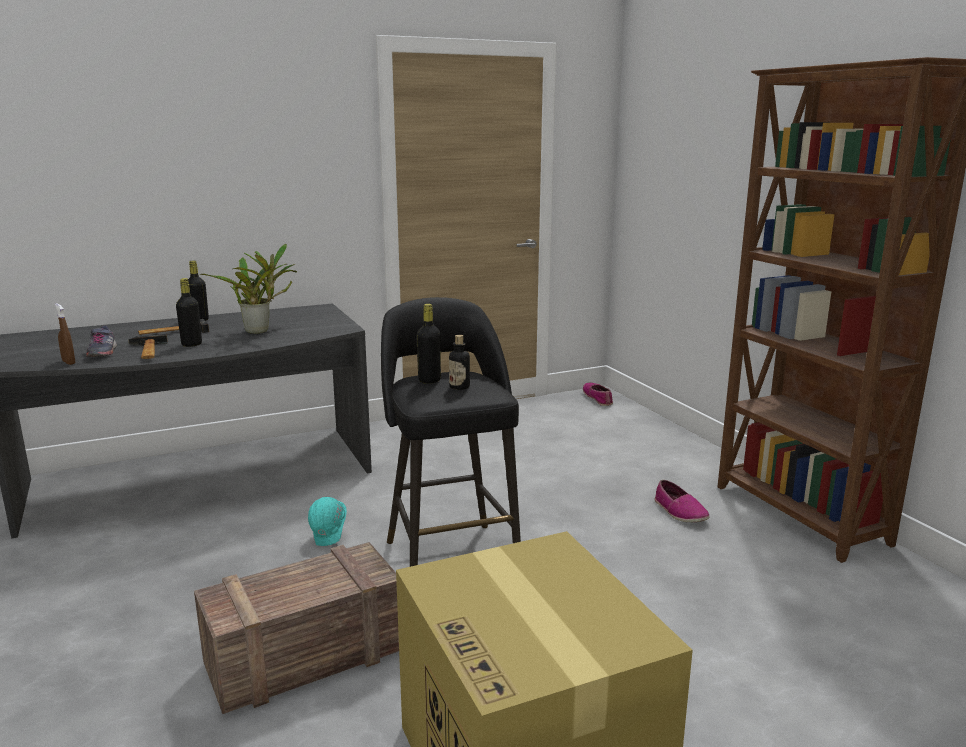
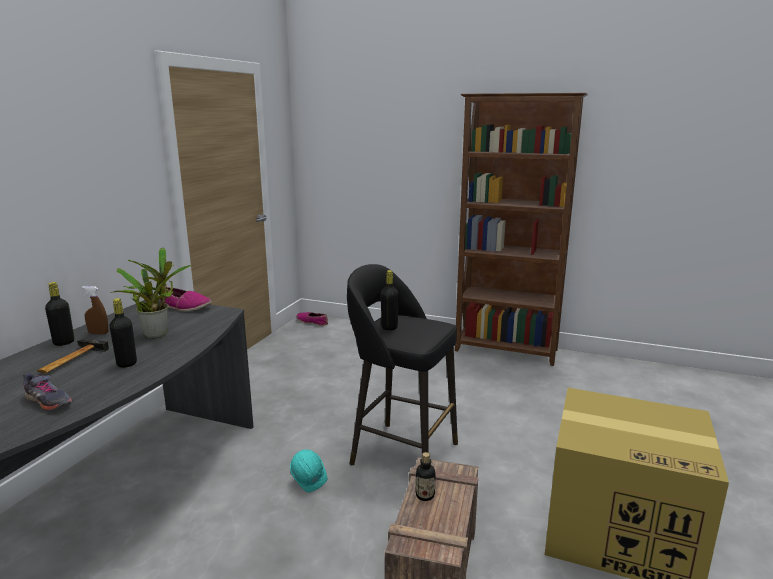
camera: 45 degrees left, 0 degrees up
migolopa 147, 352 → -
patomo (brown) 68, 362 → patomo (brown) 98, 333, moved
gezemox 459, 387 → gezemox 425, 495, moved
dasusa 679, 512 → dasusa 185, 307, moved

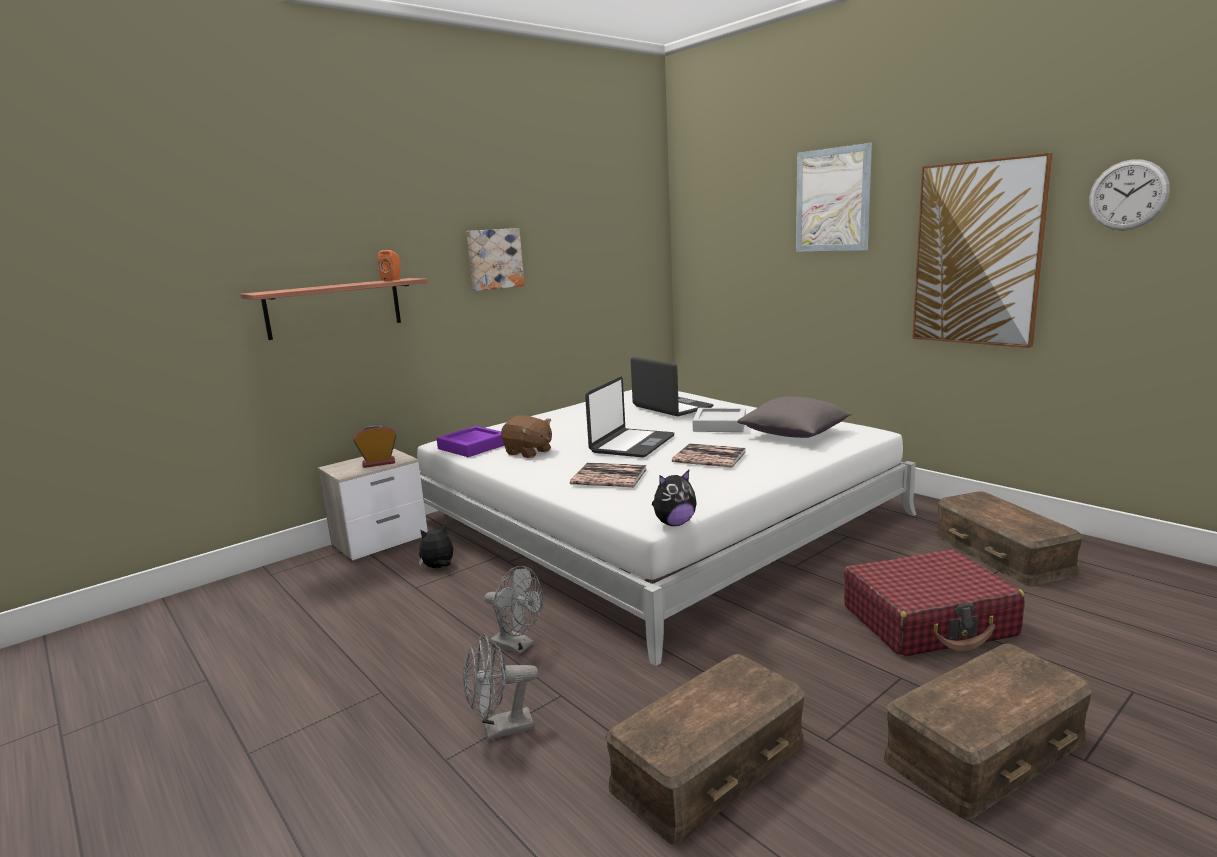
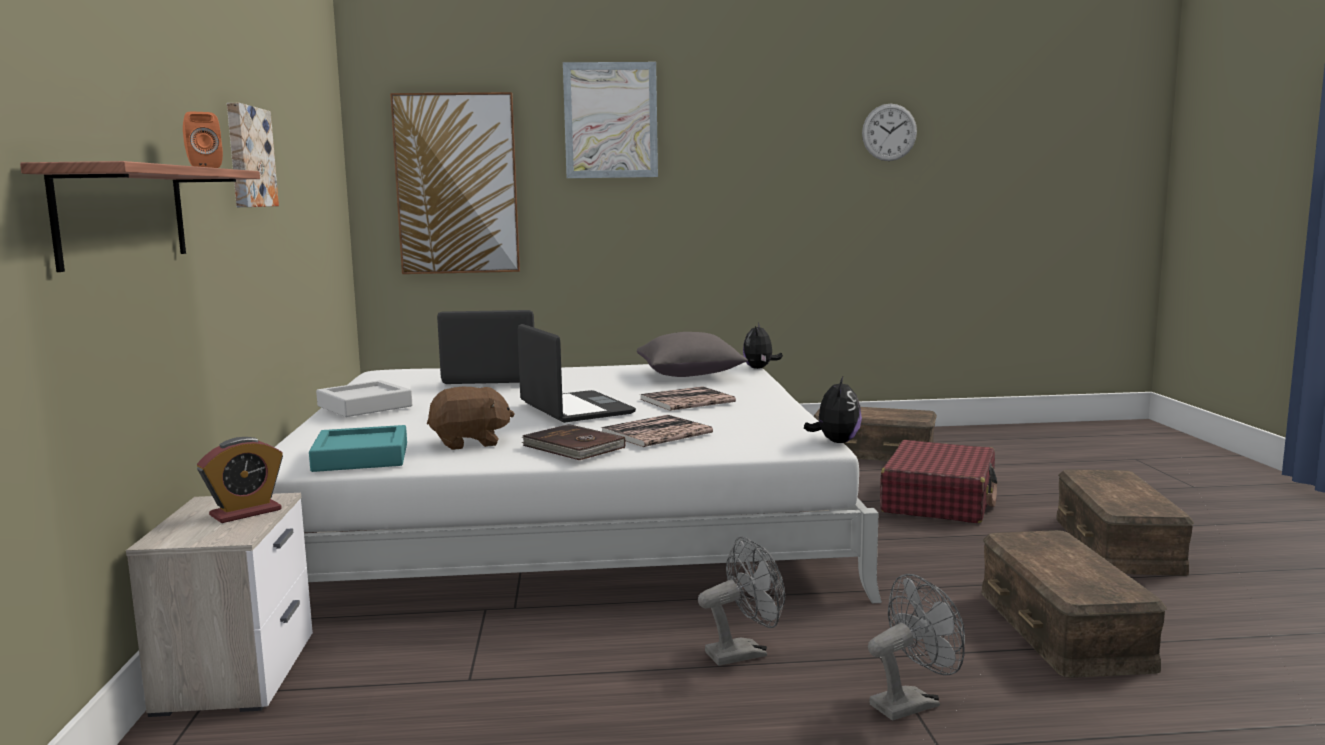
camera: 55 degrees left, 5 degrees down
- → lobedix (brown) 573, 447
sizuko 438, 567 → sizuko 760, 368, moved
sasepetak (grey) 720, 425 → sasepetak (grey) 364, 406, moved
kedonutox 977, 254 → kedonutox 457, 184, moved
sasepetak (purple) 473, 446 → sasepetak (turquoise) 361, 457
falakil 379, 463 → falakil 245, 513, 150 degrees counterclockwise
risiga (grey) 500, 729 → risiga (grey) 912, 703, 135 degrees counterclockwise

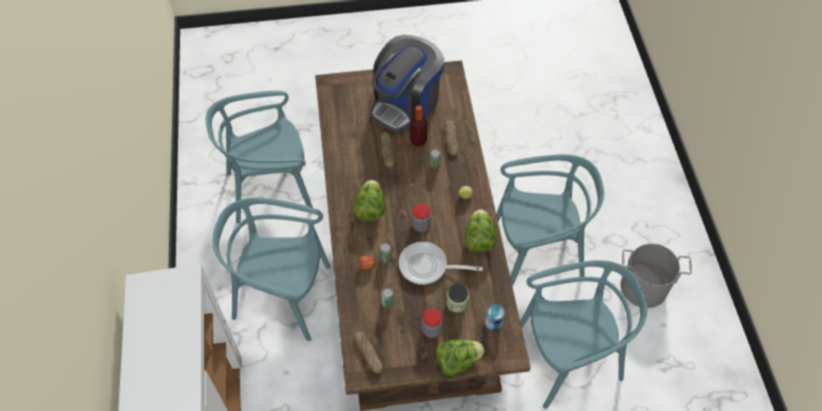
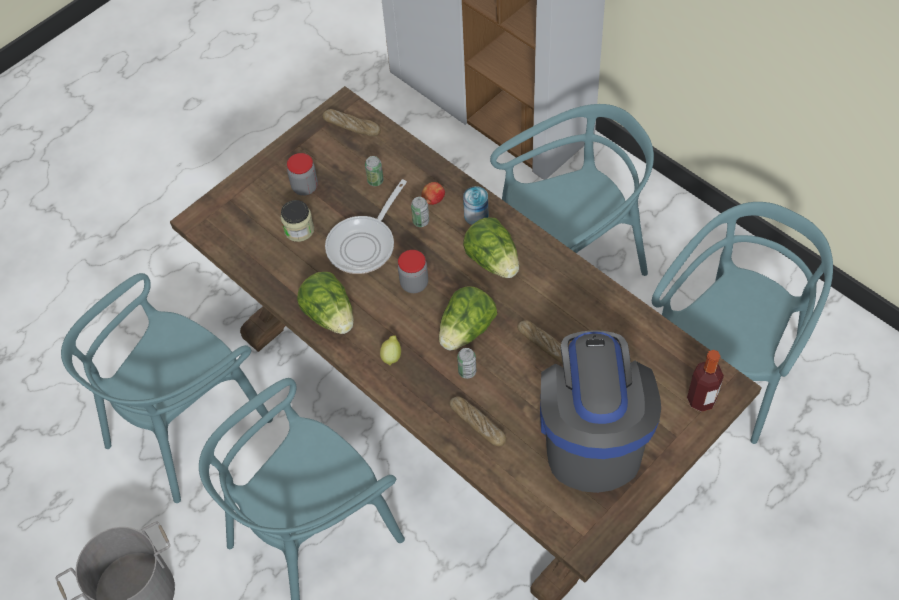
camera: 145 degrees right, 0 degrees up
gezemox 418, 141 → gezemox 701, 400, moved
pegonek 457, 361 → pegonek 466, 331, moved
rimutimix 493, 322 → rimutimix 476, 216, moved
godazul 427, 266 → godazul 365, 244, 150 degrees clockwise

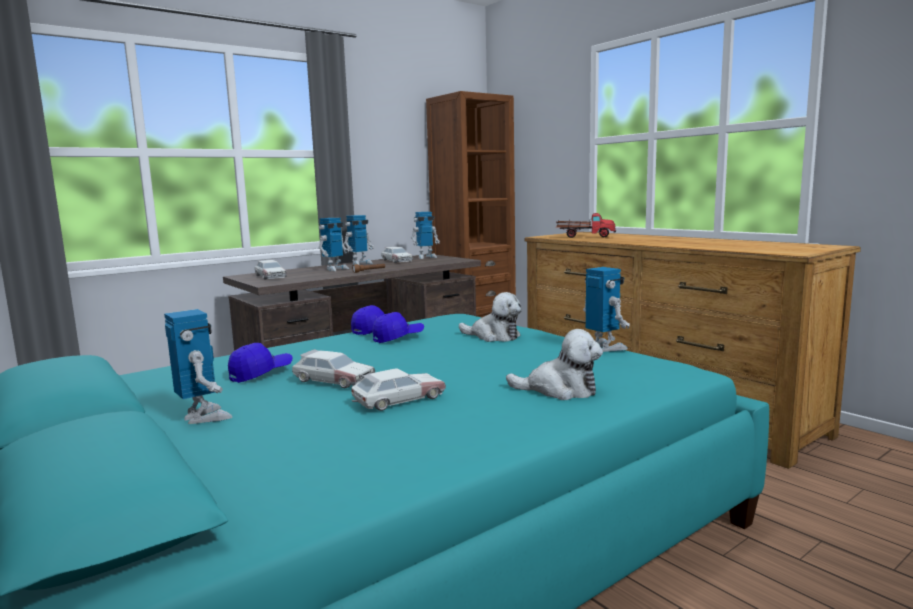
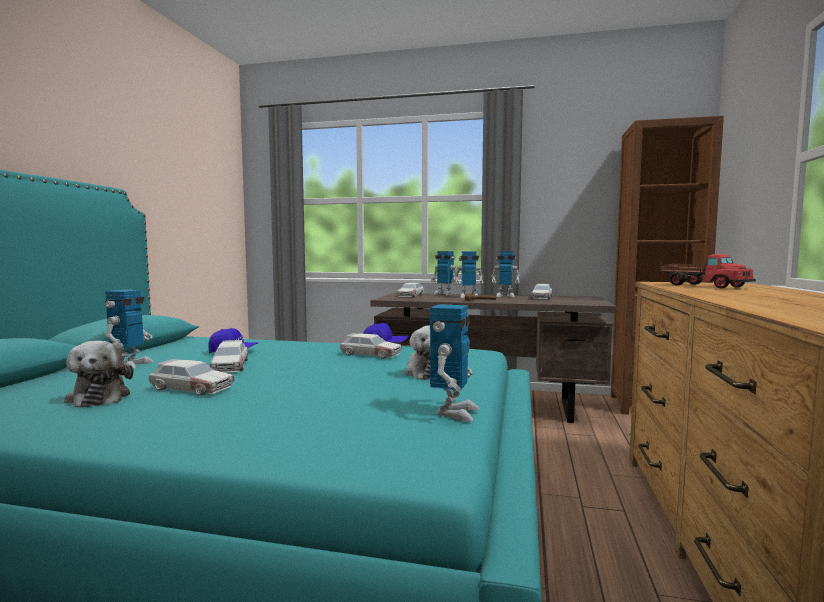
camera: 50 degrees right, 5 degrees down
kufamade 426, 257 → kufamade 444, 294, moved
sizuko 560, 390 → sizuko 99, 397, moved
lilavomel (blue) 398, 338 → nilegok 370, 354

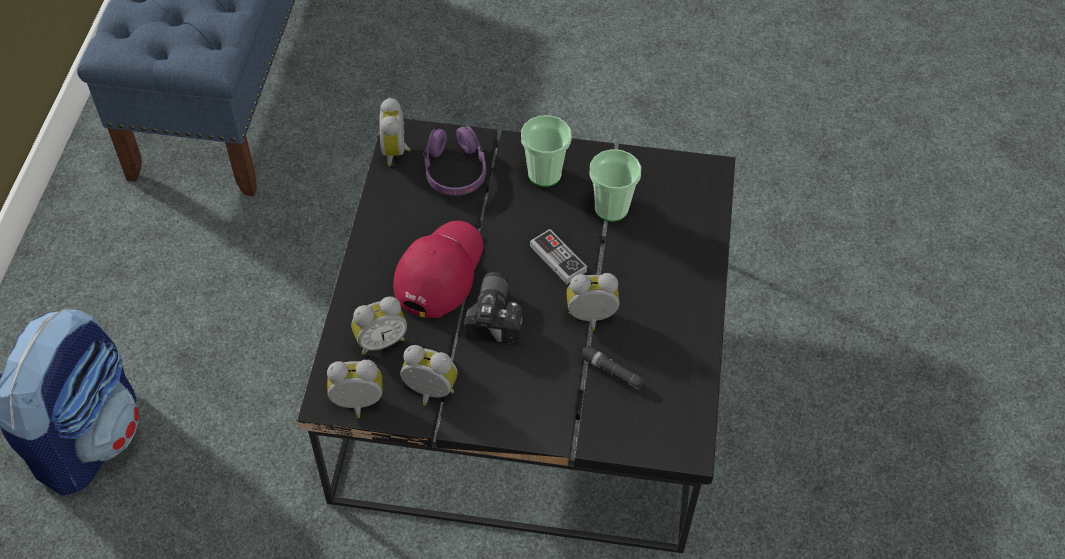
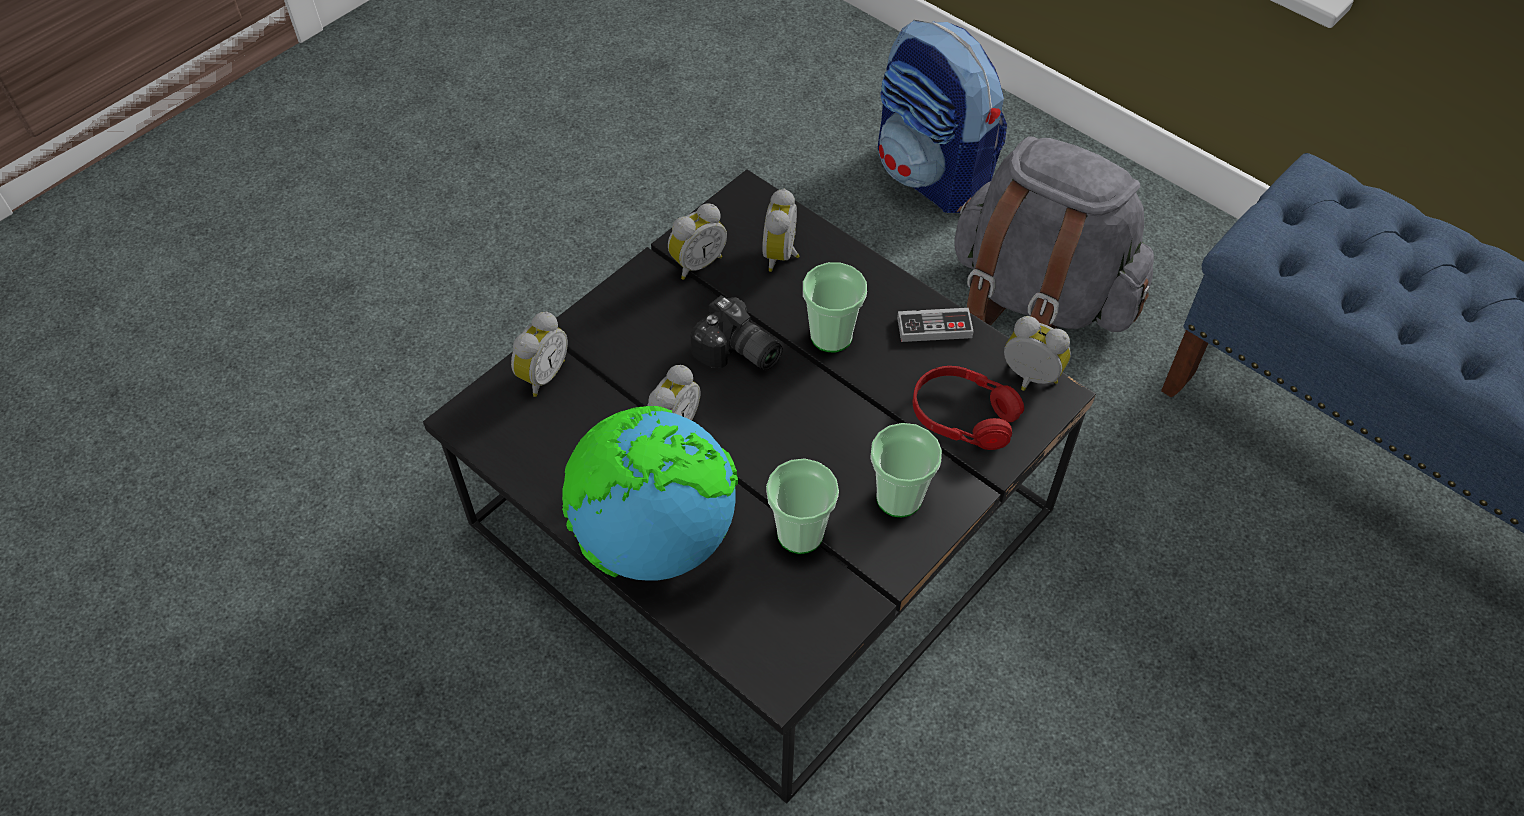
camera: 125 degrees right, 0 degrees up
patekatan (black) 611, 371 → -
- → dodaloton 654, 538
- → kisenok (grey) 1037, 299
falakil 358, 405 → falakil 541, 375, moved
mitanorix 558, 258 → mitanorix 934, 328, moved
lilavomel (red) 439, 271 → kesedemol 831, 336
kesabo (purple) 455, 170 → kesabo (red) 963, 416

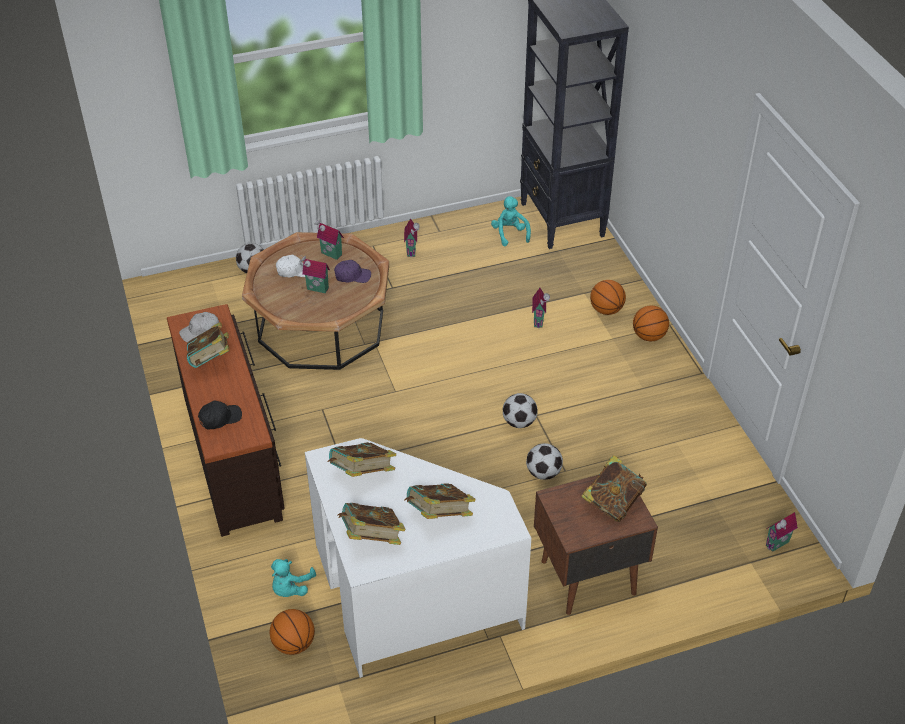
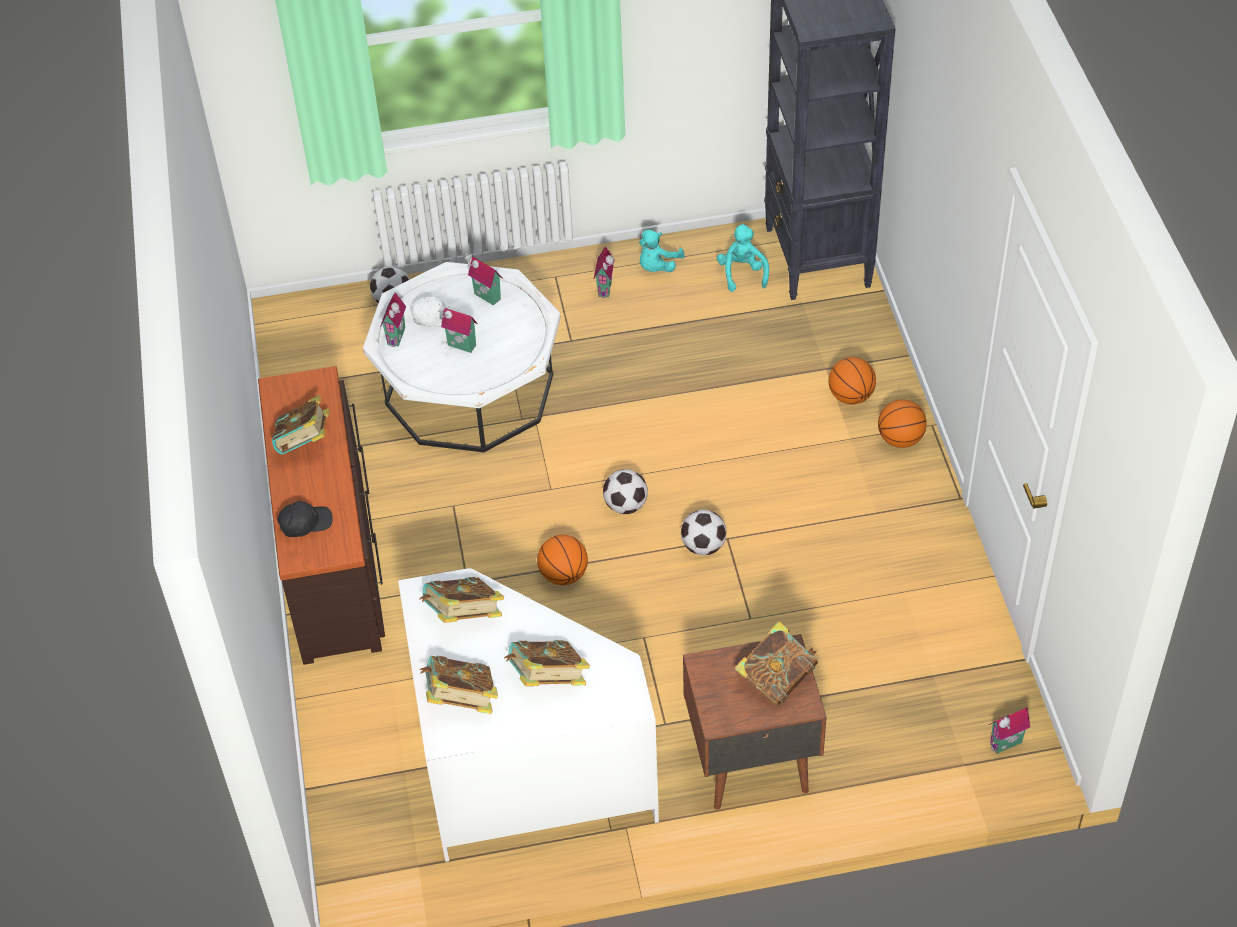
camera: 10 degrees right, 5 degrees up
lilavomel (white) 200, 331 → -
lilavomel (purple) 352, 276 → -
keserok 294, 644 → keserok 563, 575, moved
sizuko (turquoise) 290, 588 → sizuko (turquoise) 657, 267, moved
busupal 543, 473 → busupal 625, 506, moved
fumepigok 539, 321 → fumepigok 398, 337, moved
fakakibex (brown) 321, 326 → fakakibex (white) 469, 389

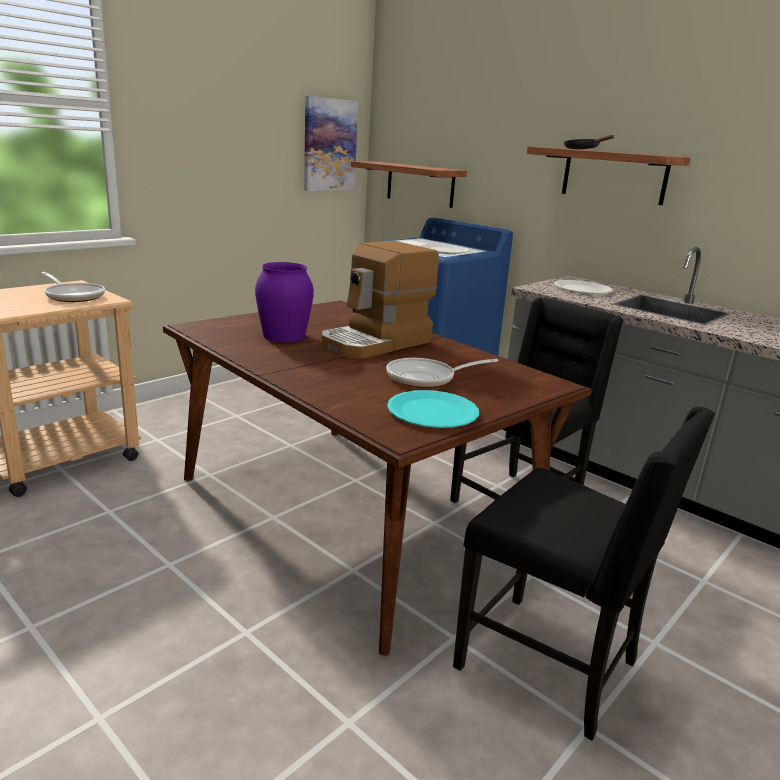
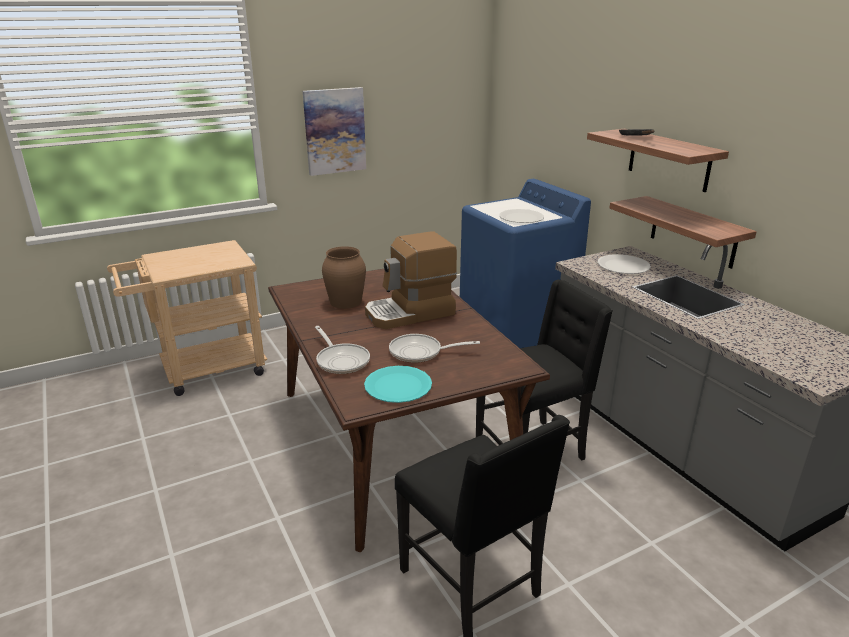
camera: 20 degrees right, 5 degrees up
godazul 73, 296 → godazul 341, 360, moved
kedonutox 329, 145 → kedonutox 334, 131, moved
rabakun 420, 184 → rabakun 693, 232, moved
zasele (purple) 284, 336 → zasele (brown) 346, 301

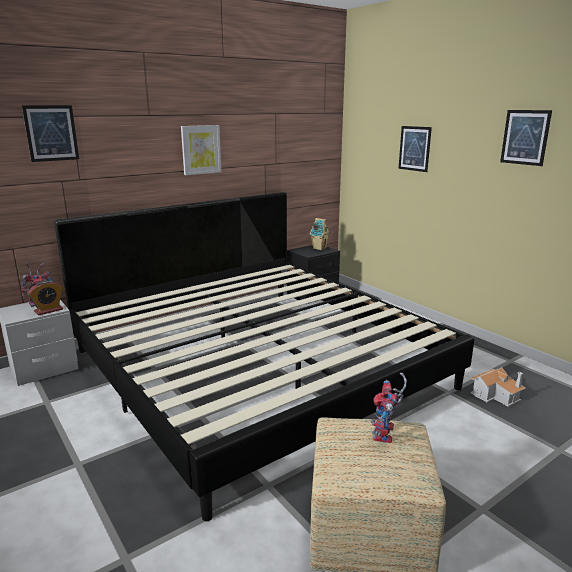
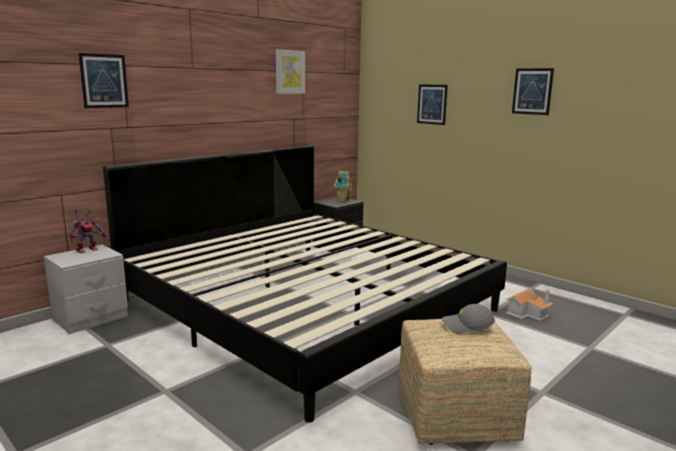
camera: 10 degrees left, 5 degrees down
falakil 48, 310 → -
kedonutox 201, 149 → kedonutox 289, 72, moved
kufamade 385, 435 → lilavomel (grey) 467, 326

